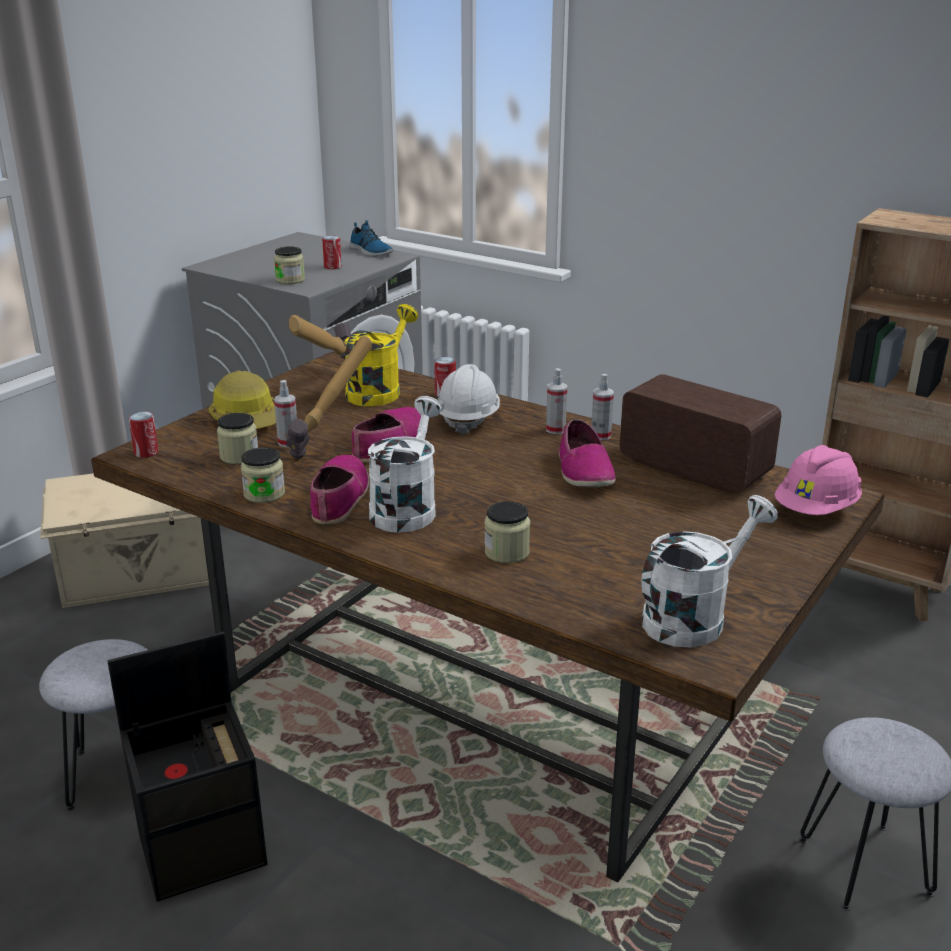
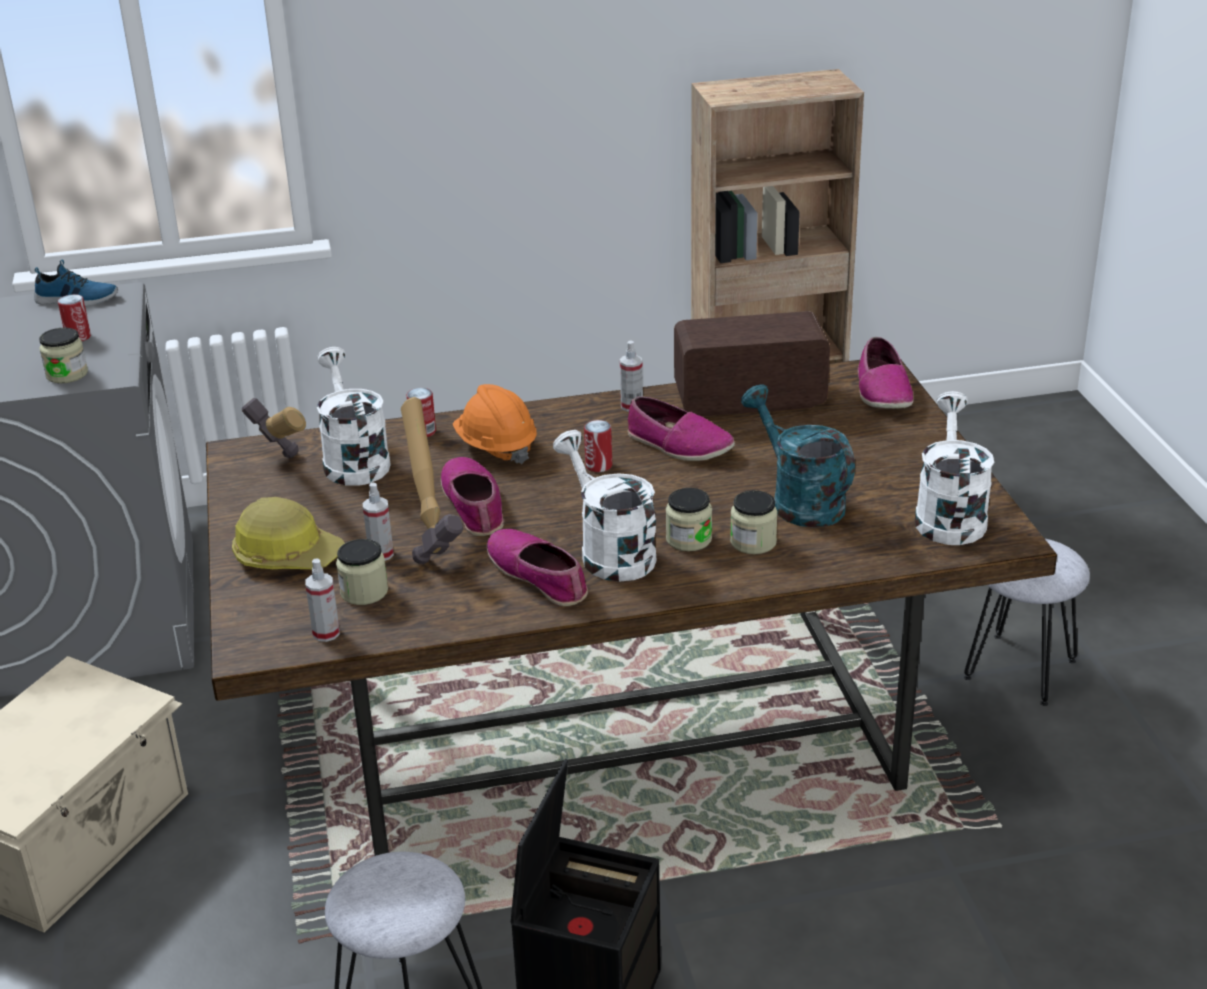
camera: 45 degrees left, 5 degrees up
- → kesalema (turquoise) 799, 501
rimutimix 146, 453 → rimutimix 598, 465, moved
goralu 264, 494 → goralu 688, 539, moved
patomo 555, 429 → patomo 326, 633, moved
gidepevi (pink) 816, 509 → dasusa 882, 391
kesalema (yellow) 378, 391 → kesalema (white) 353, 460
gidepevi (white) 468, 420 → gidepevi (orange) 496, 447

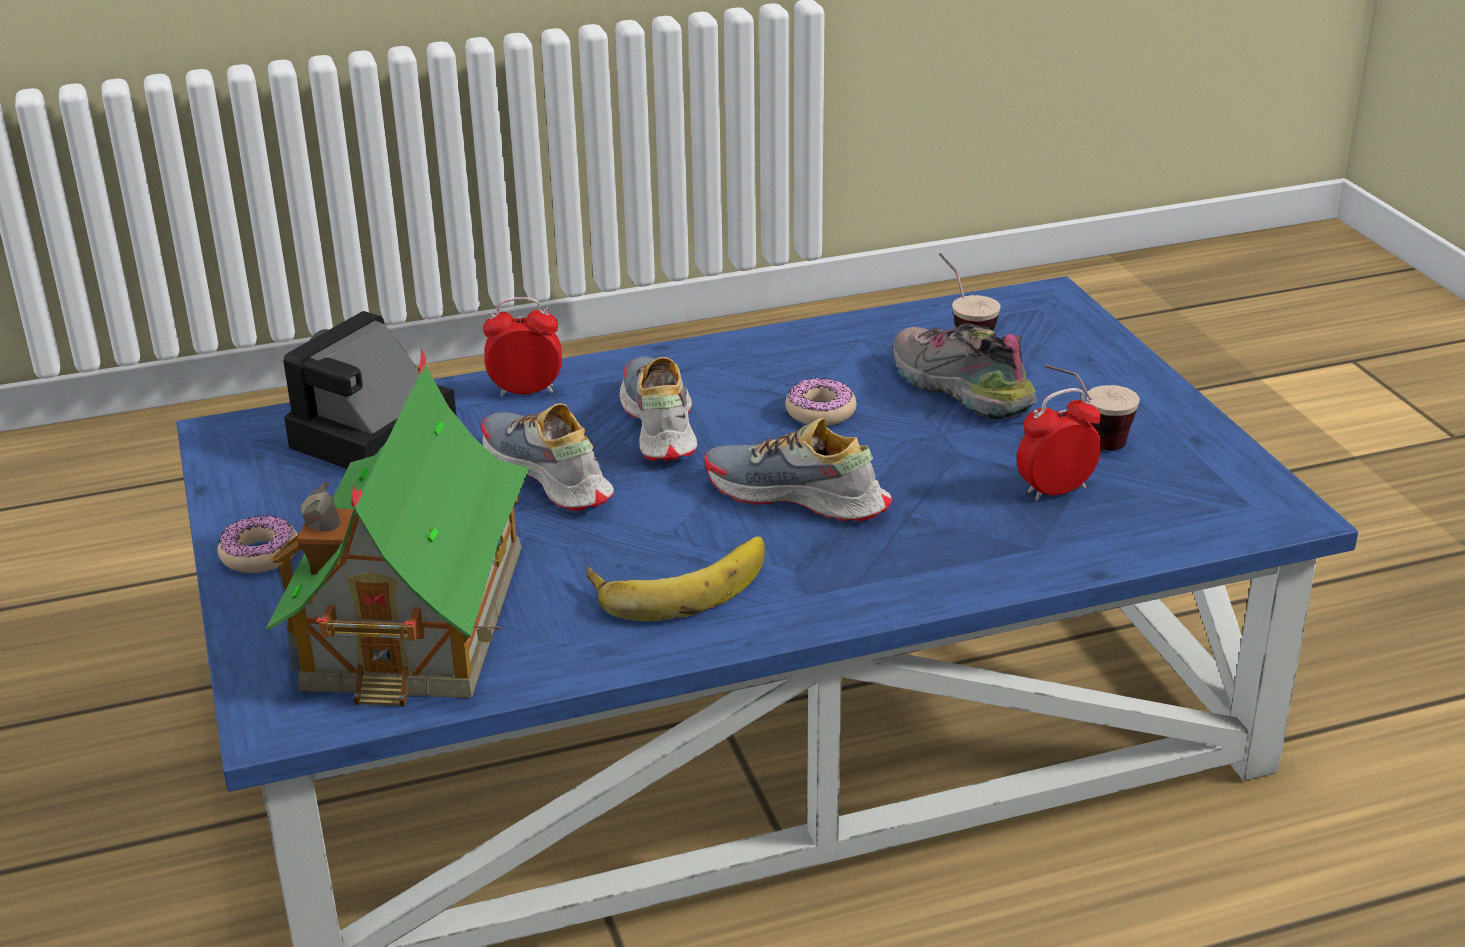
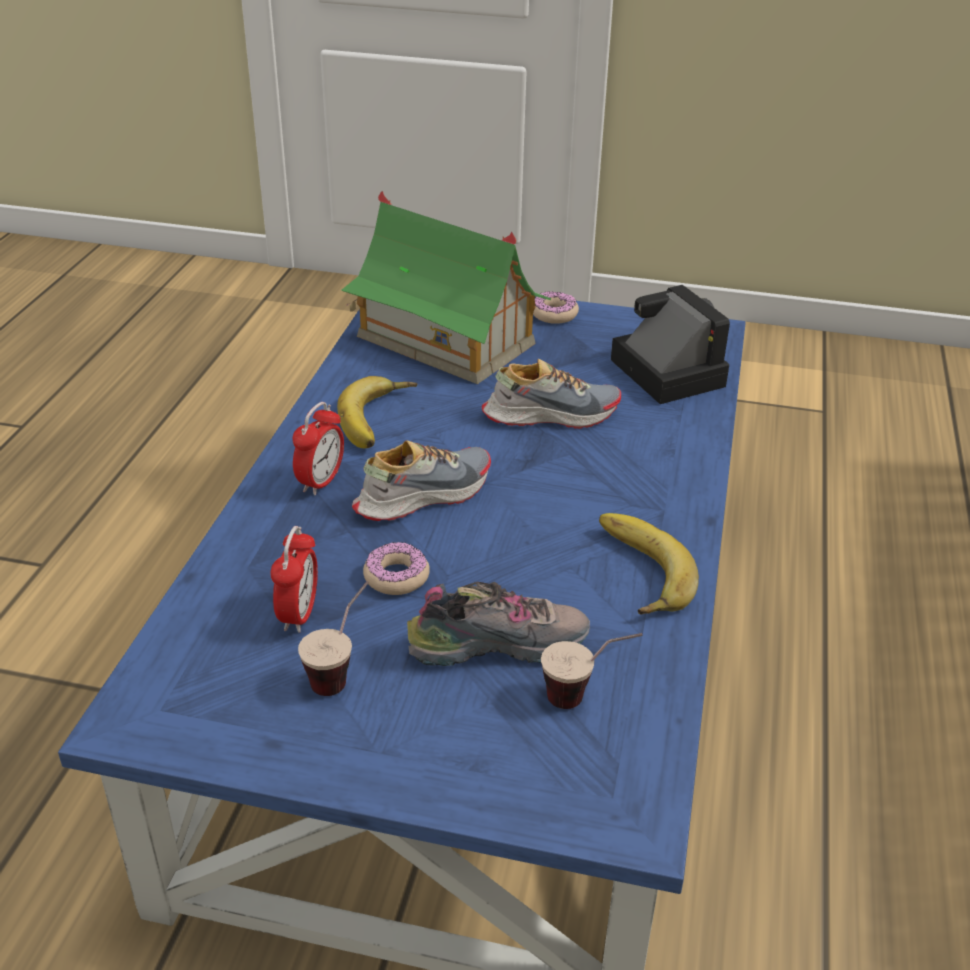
camera: 120 degrees right, 5 degrees up
dasusa 658, 425 → -
- → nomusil 635, 572
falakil 526, 391 → falakil 321, 482, moved
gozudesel 820, 412 → gozudesel 396, 576, moved

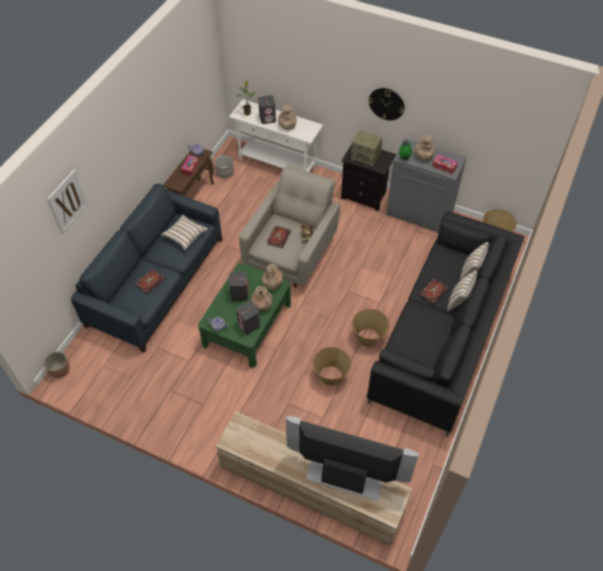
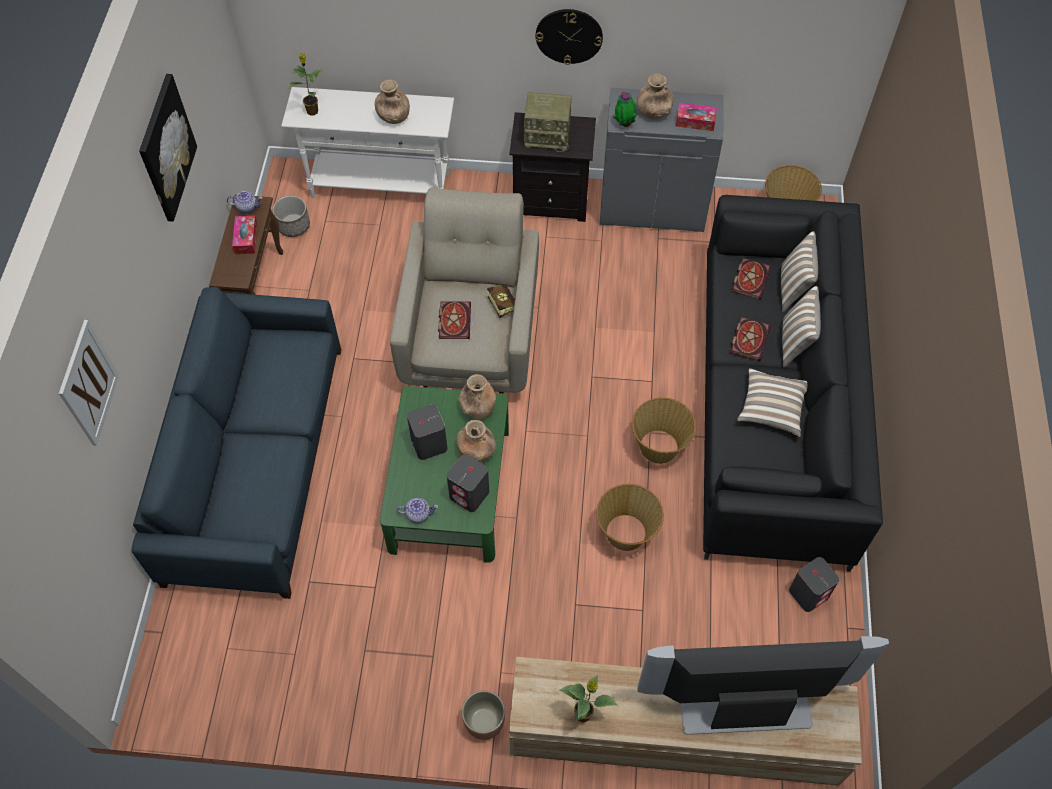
camera: 20 degrees left, 5 degrees up
- → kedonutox 166, 148
- → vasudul 584, 714
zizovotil 60, 370 → zizovotil 484, 721, moved
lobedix 150, 281 → lobedix 750, 278, moved
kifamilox 185, 236 → kifamilox 771, 408, moved
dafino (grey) 267, 118 → dafino (grey) 809, 593, moved

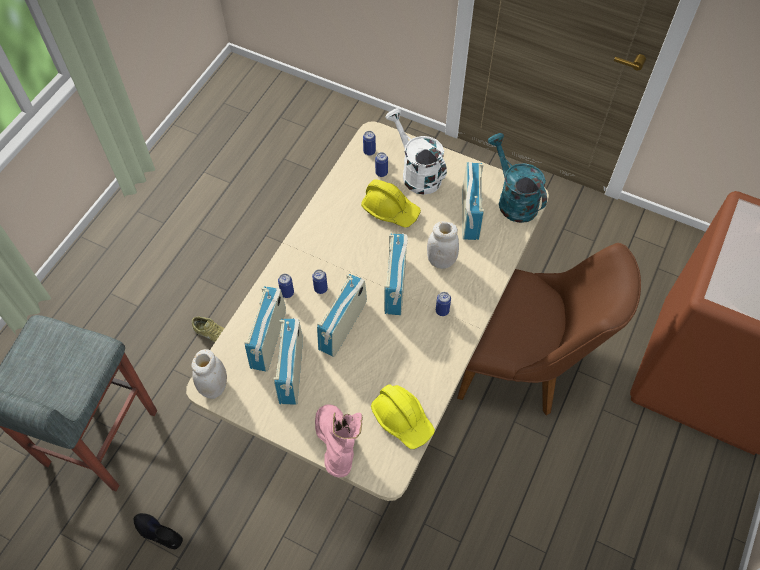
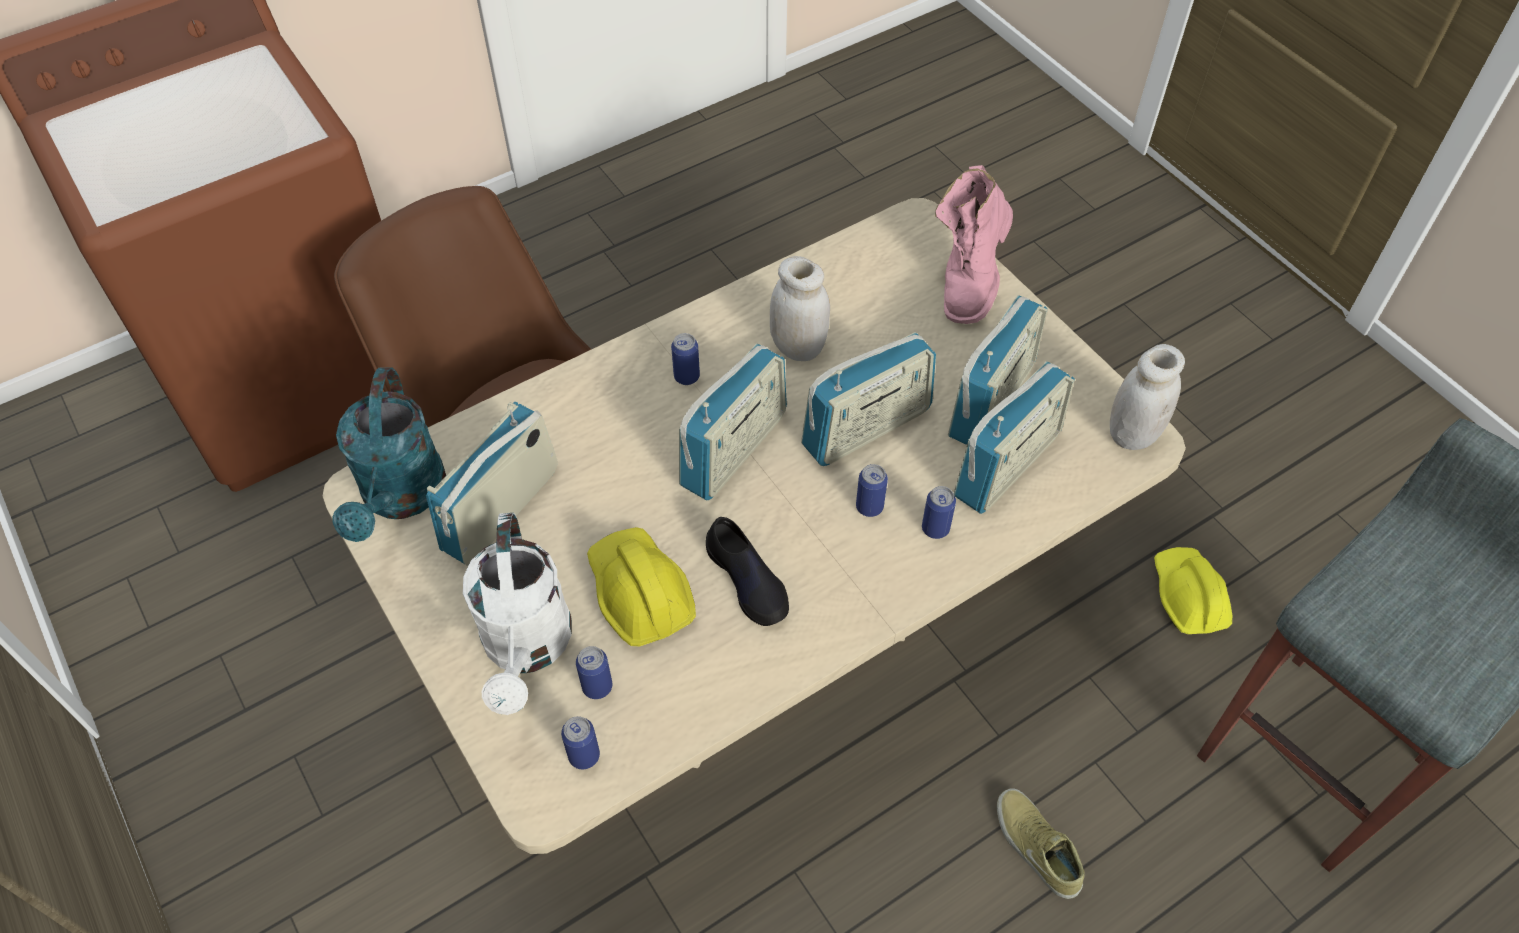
camera: 150 degrees left, 5 degrees down
dasusa (black) 158, 532 → dasusa (black) 748, 580, moved
gidepevi (yellow) 402, 419 → gidepevi (yellow) 1187, 596, moved
goralu (white) 441, 260 → goralu (white) 798, 347, moved

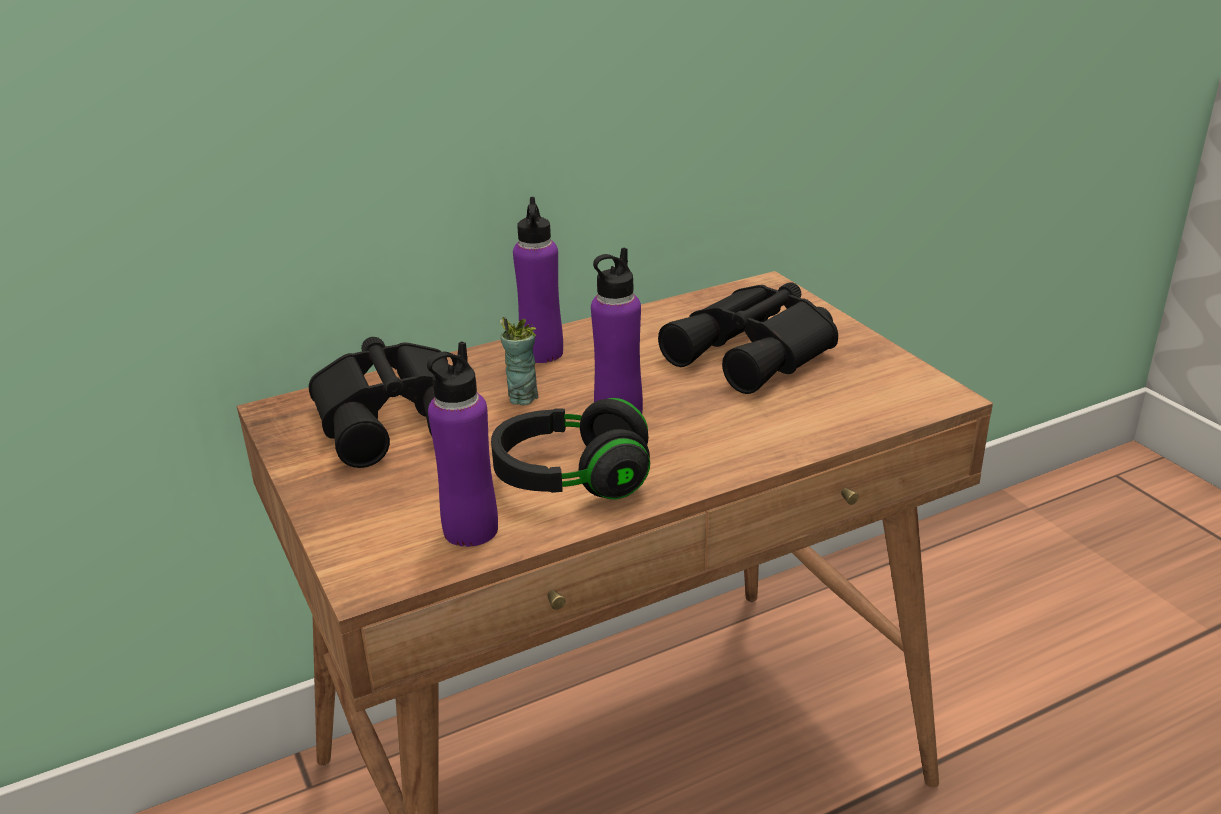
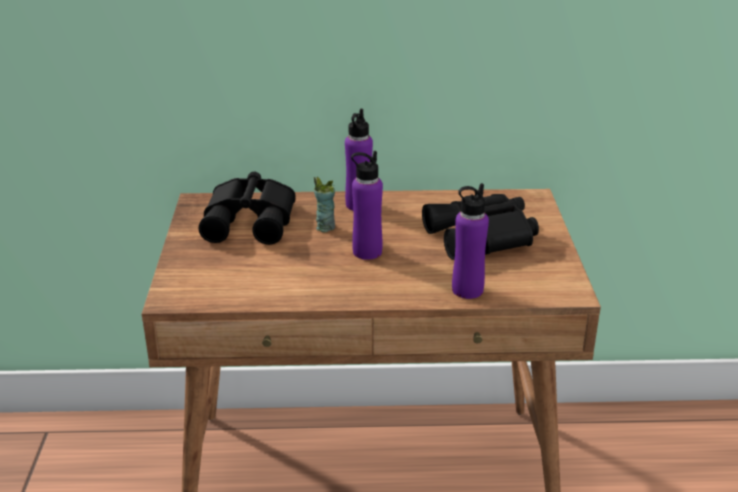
camera: 25 degrees right, 0 degrees up
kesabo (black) 572, 478 → -
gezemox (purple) 470, 530 → gezemox (purple) 467, 290, moved

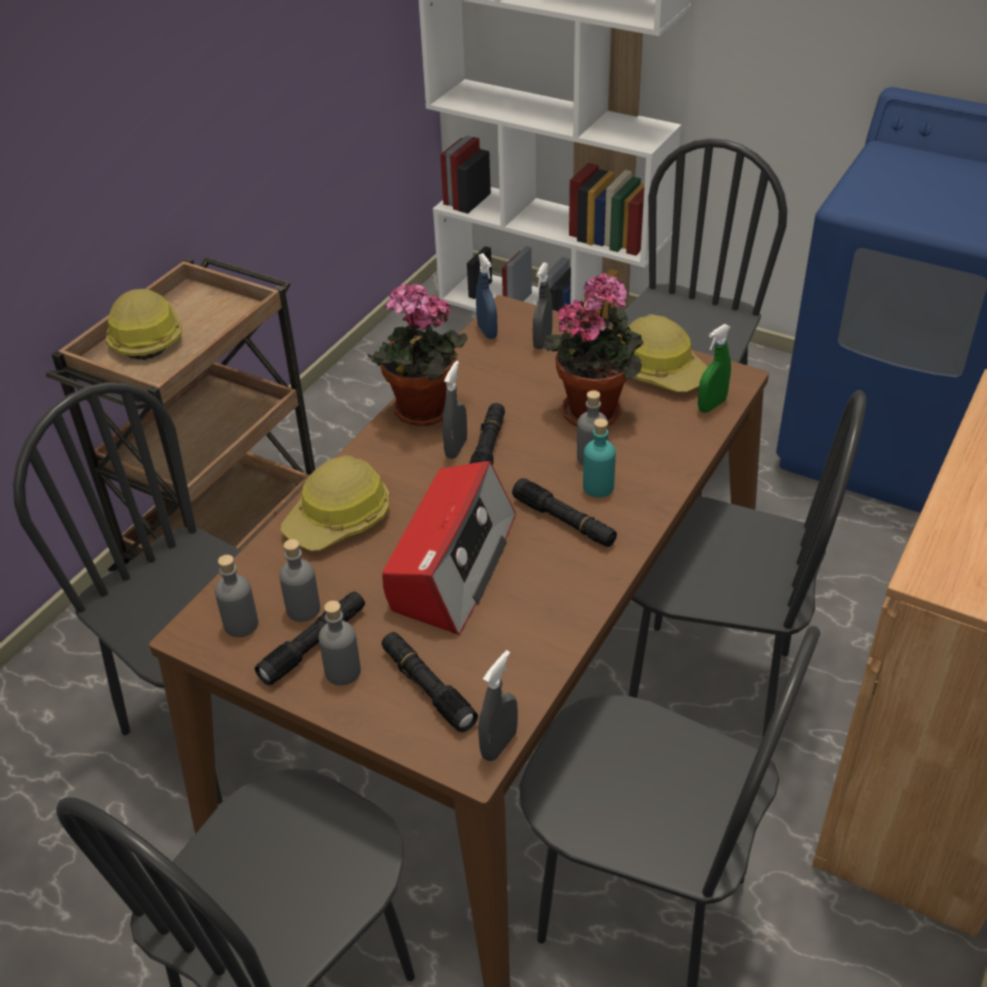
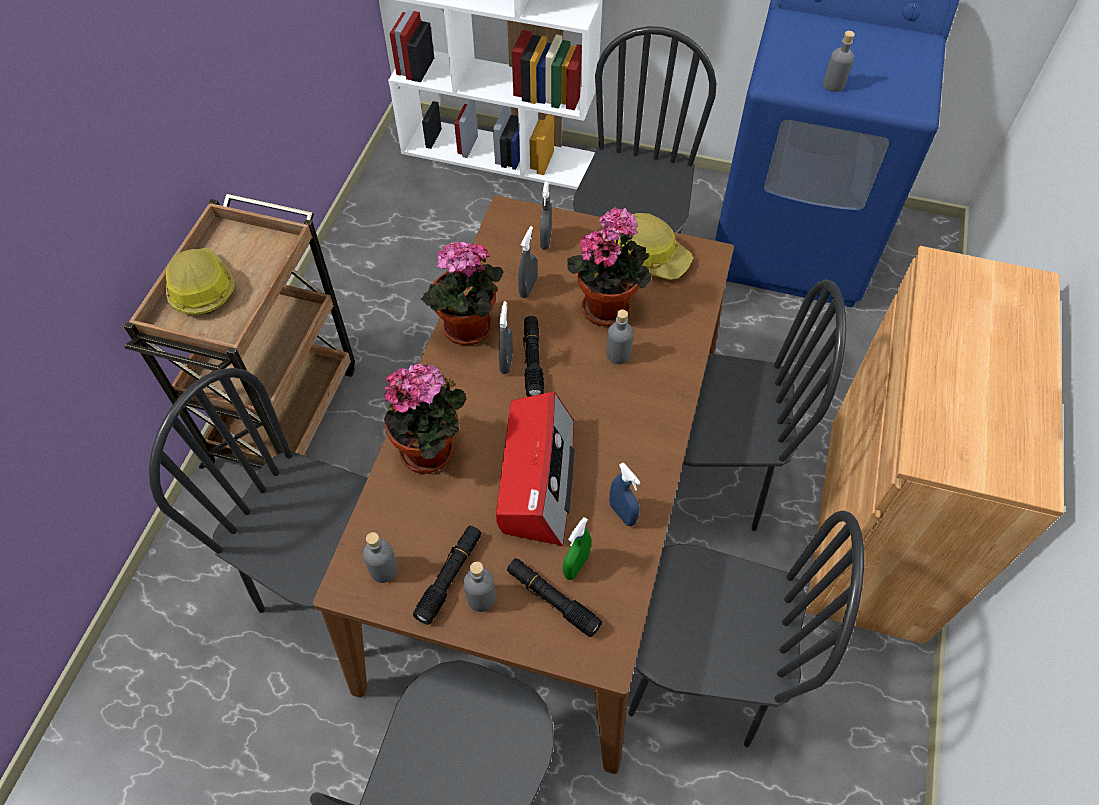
camera: 15 degrees left, 15 degrees up
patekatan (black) 564, 521 → -
gezemox (turquoise) 598, 487 → -
gezemox (grey) 303, 609 → gezemox (grey) 833, 85, moved
patomo (blue) 487, 332 → patomo (blue) 622, 514, moved
patomo (grey) 499, 745 → patomo (grey) 528, 288, moved
patomo (green) 711, 405 → patomo (green) 576, 566, moved
gidepevi 340, 519 → vasudul 432, 451

